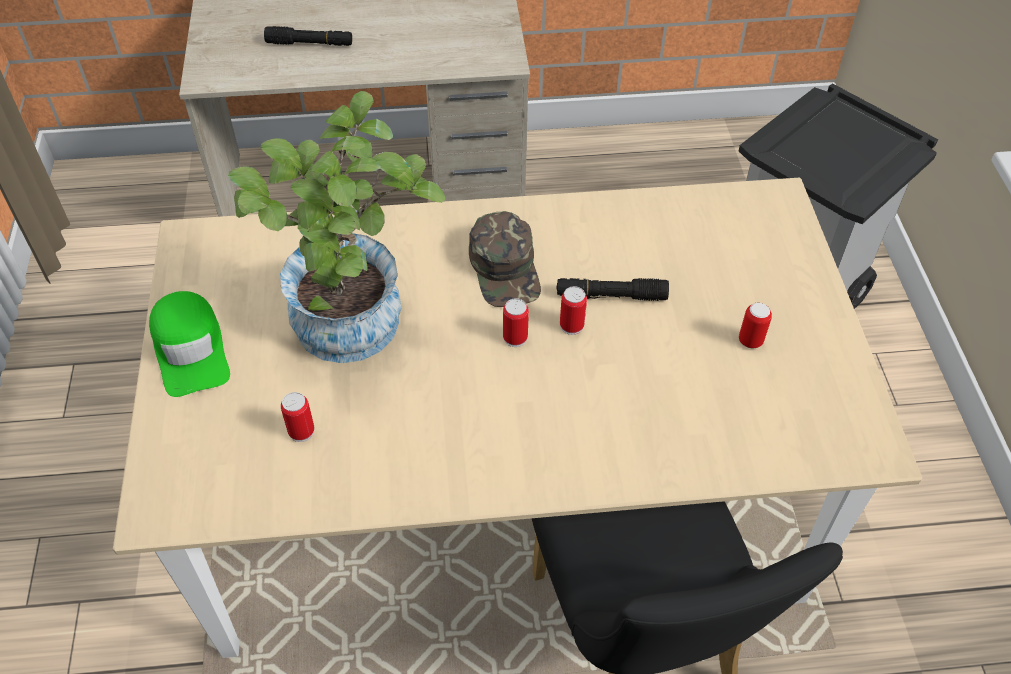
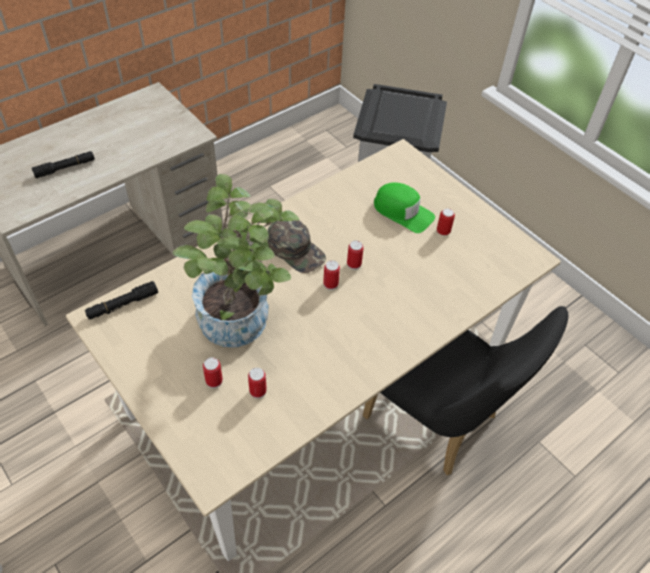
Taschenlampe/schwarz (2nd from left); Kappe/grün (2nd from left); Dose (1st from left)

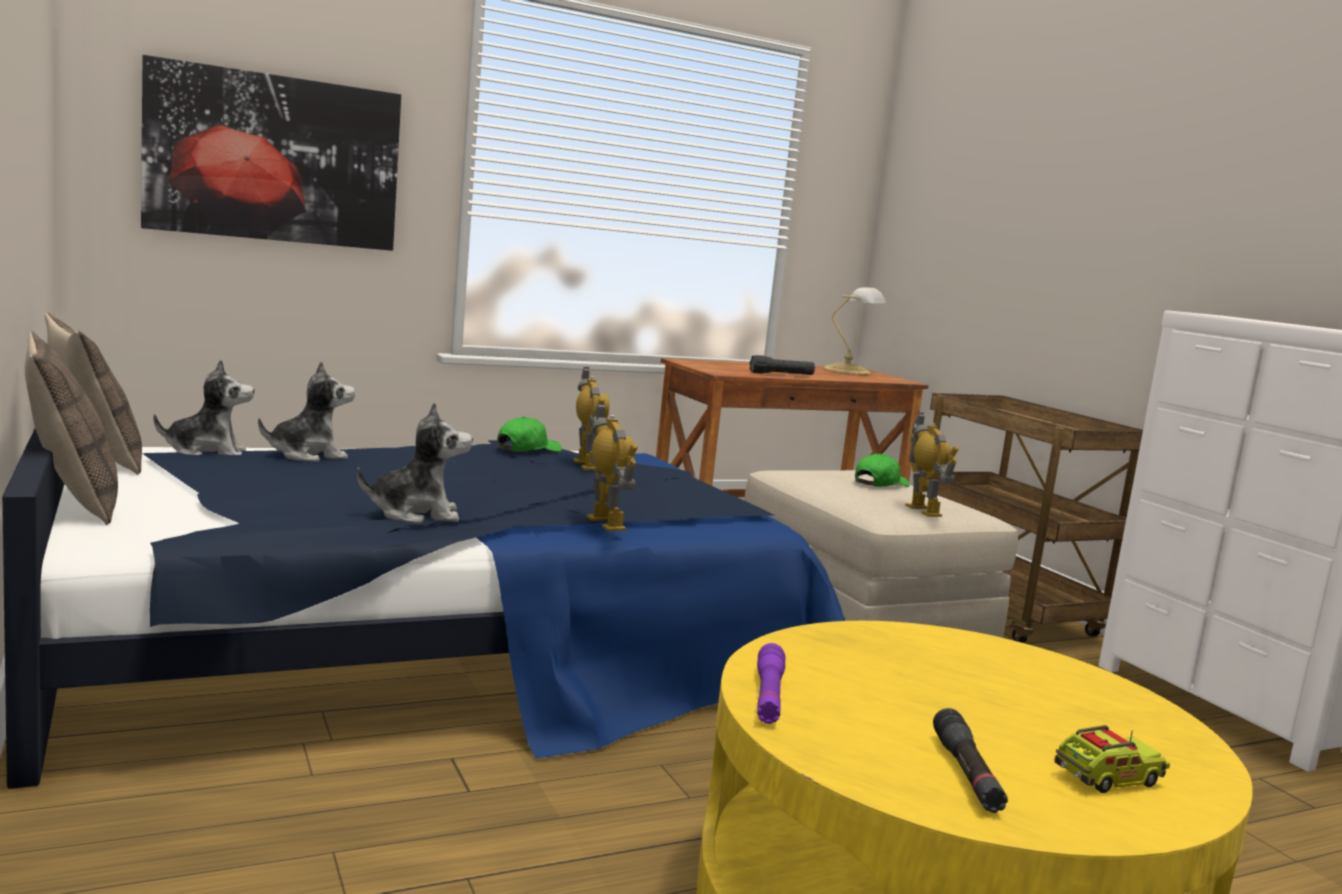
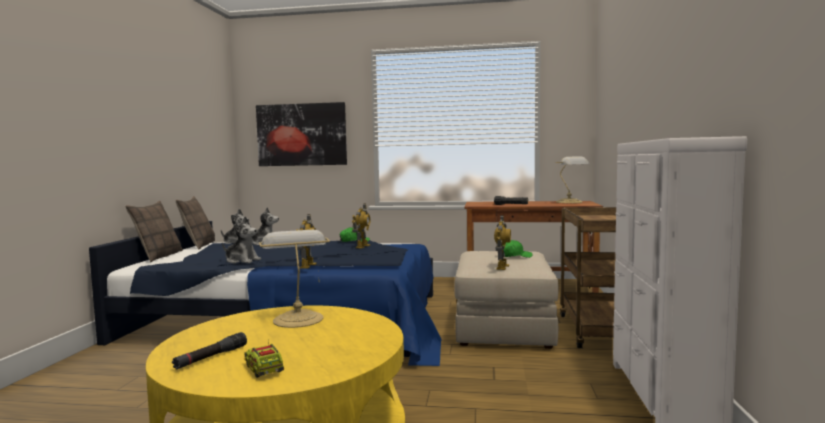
Taschenlampe/lila; Spielzeuglaster; Tischlampe (1st from left)

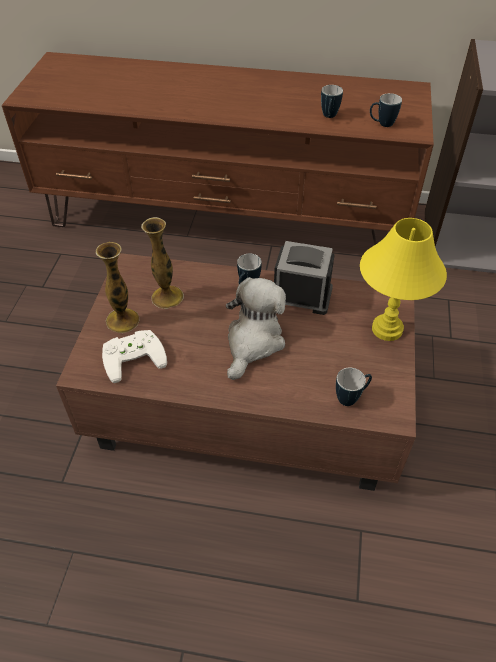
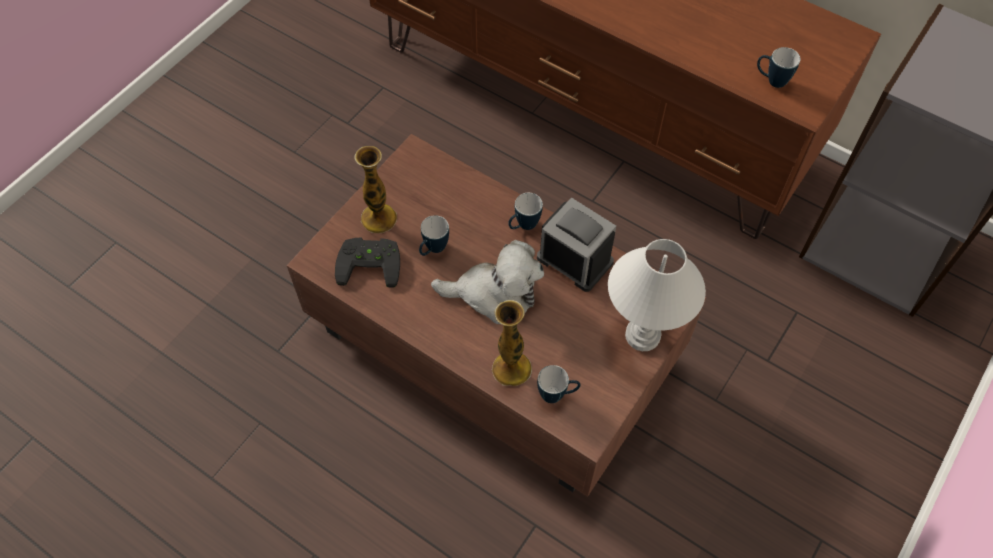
Henkelbecher (1st from left); Vase (2nd from left); Tischlampe/weiß; Plüschtier; Gamepad/schwarz

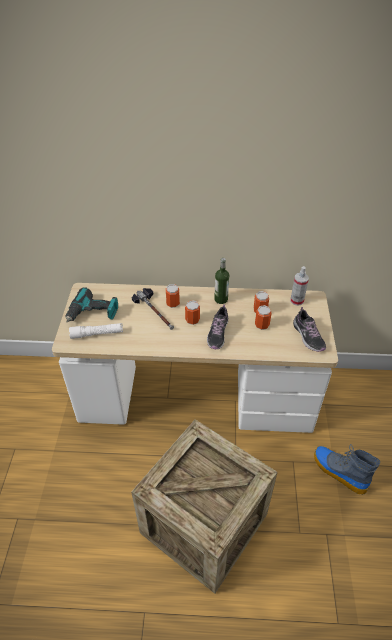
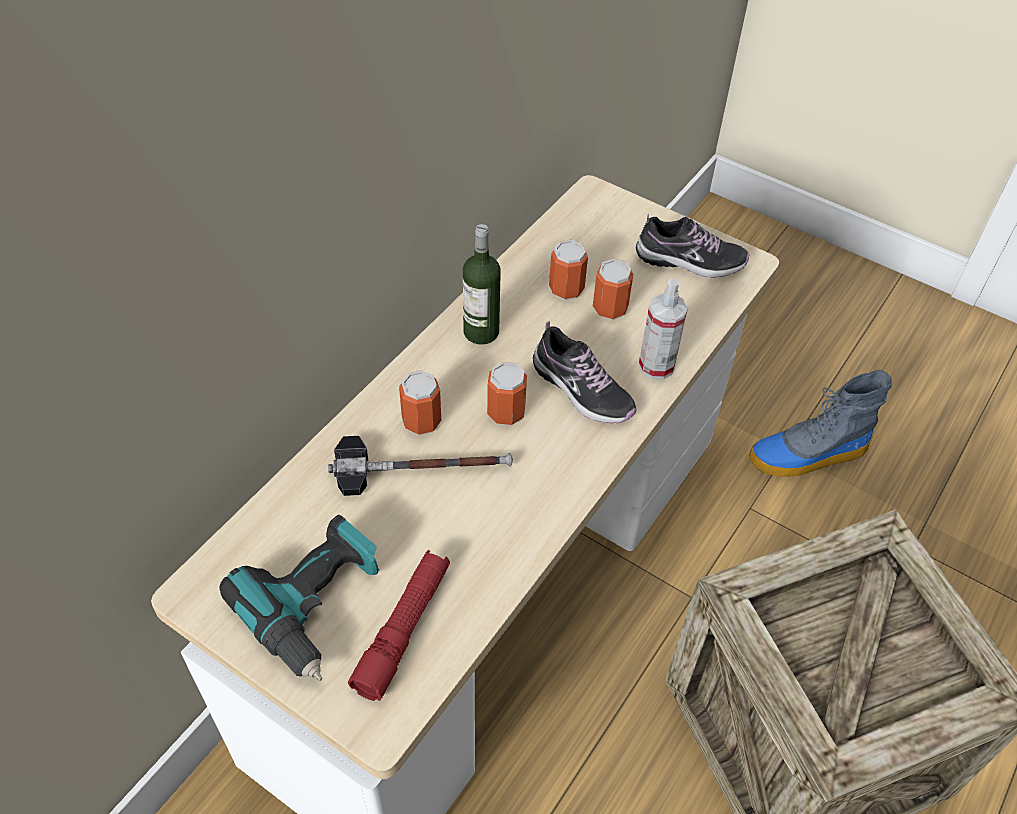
Sprühflasche; Taschenlampe/rot

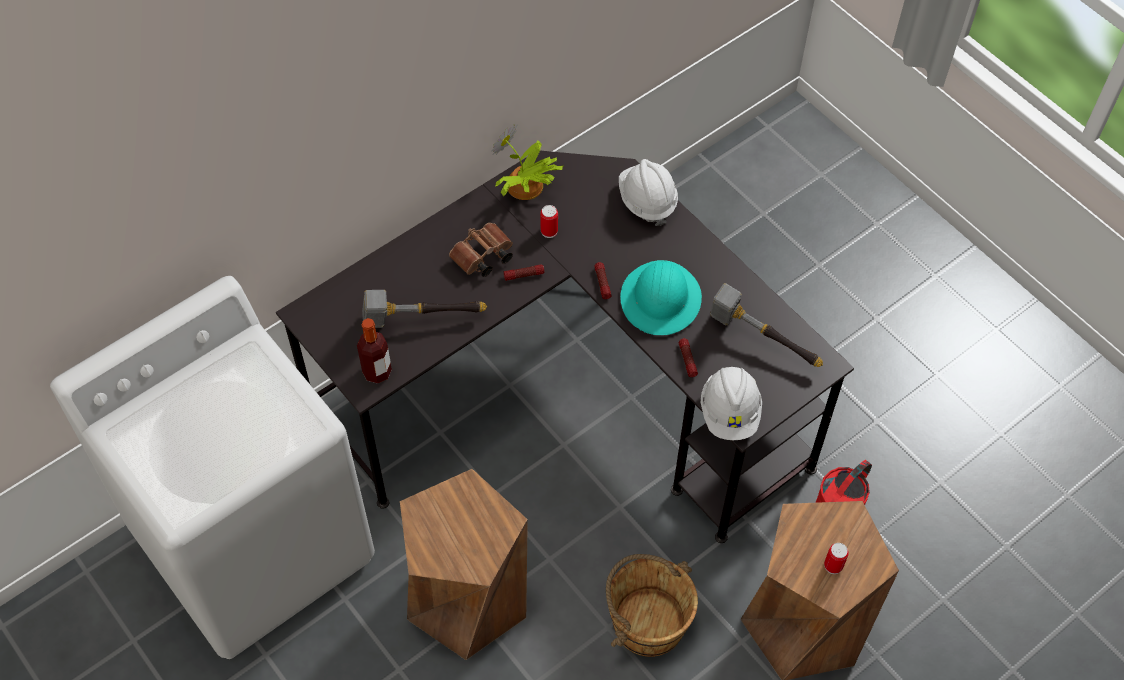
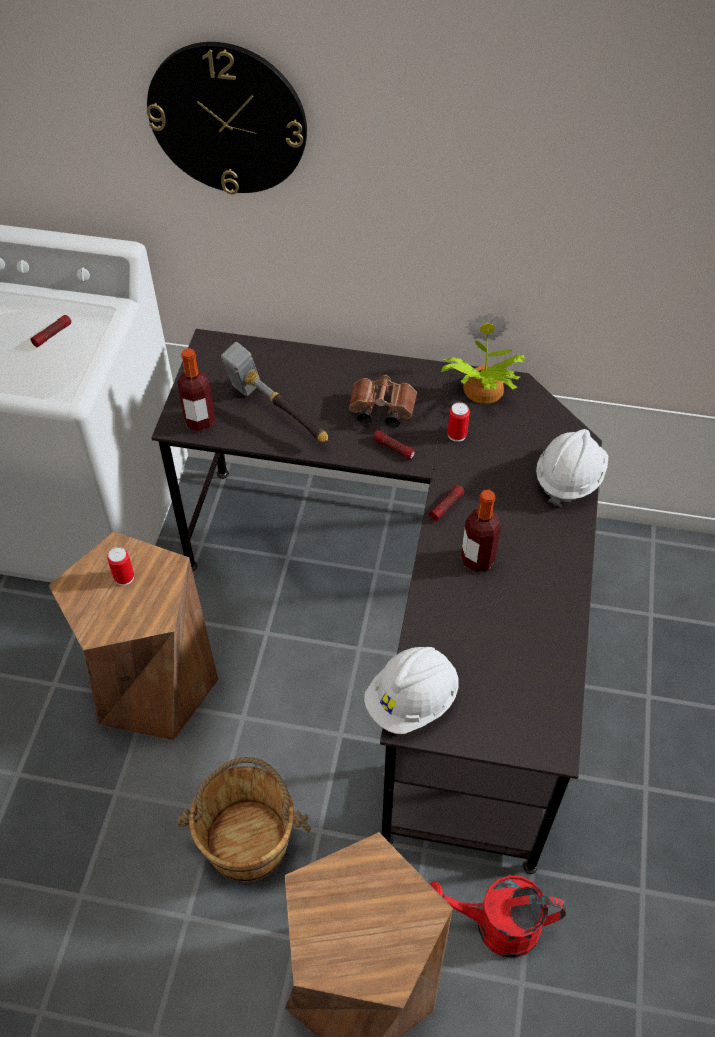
Flasche (2nd from left); Hammer (2nd from left in the first image); Taschenlampe (1st from left); Dose (1st from left); Wanduhr

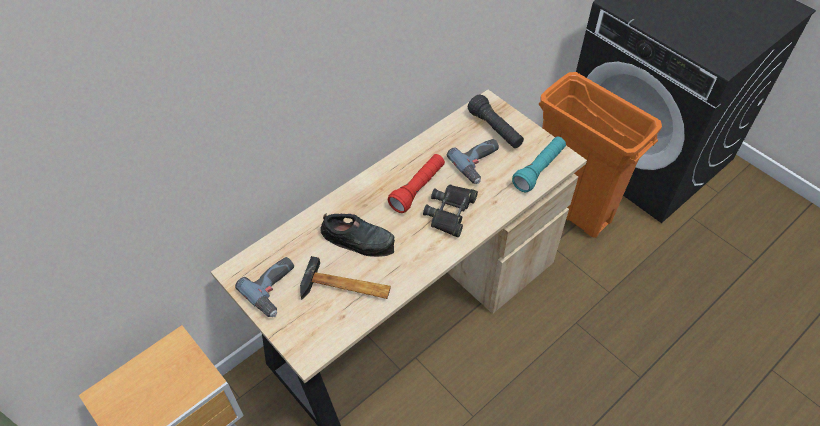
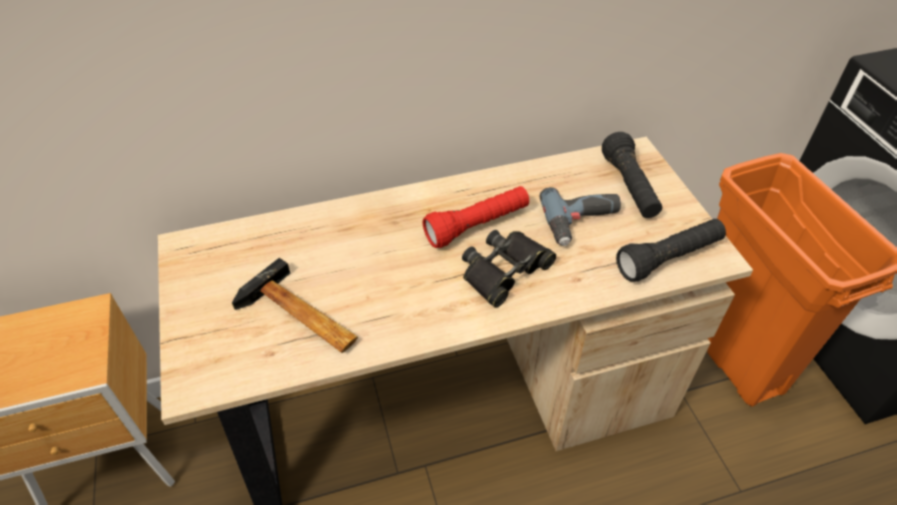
Taschenlampe/schwarz (2nd from left); Schuh/schwarz; Bohrmaschine (1st from left in the first image)

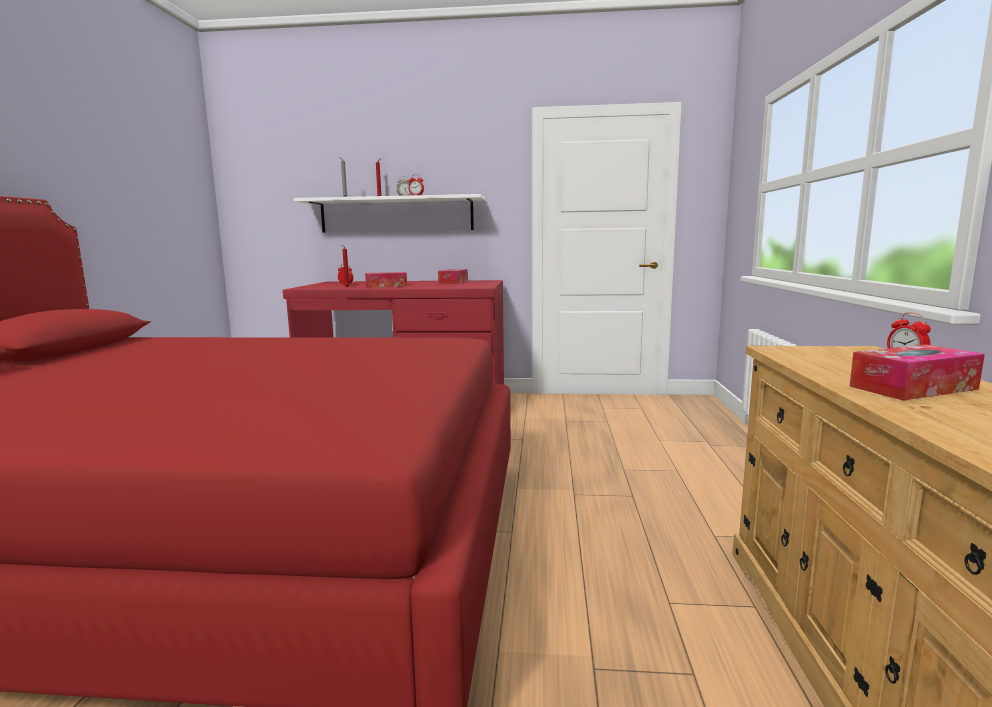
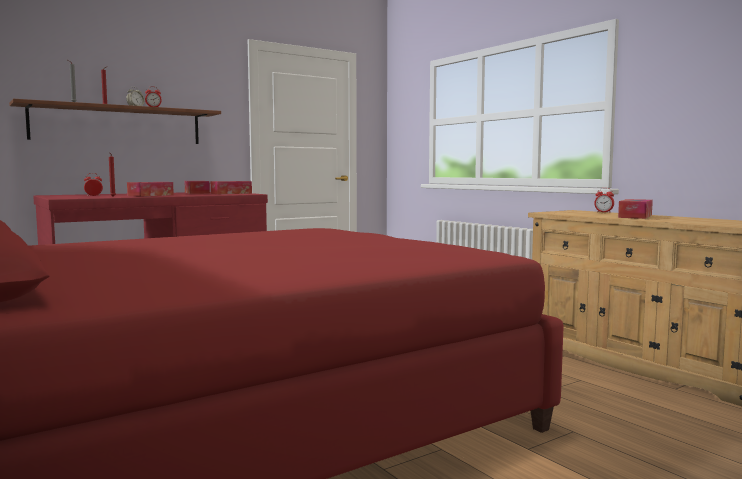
Wandregal/braun; Taschentuchbox (3rd from left)

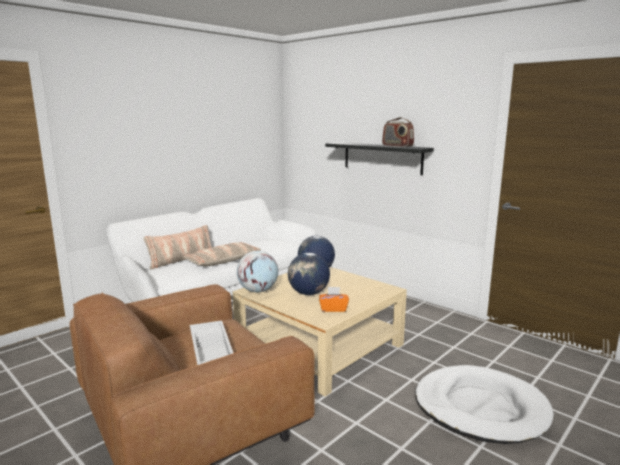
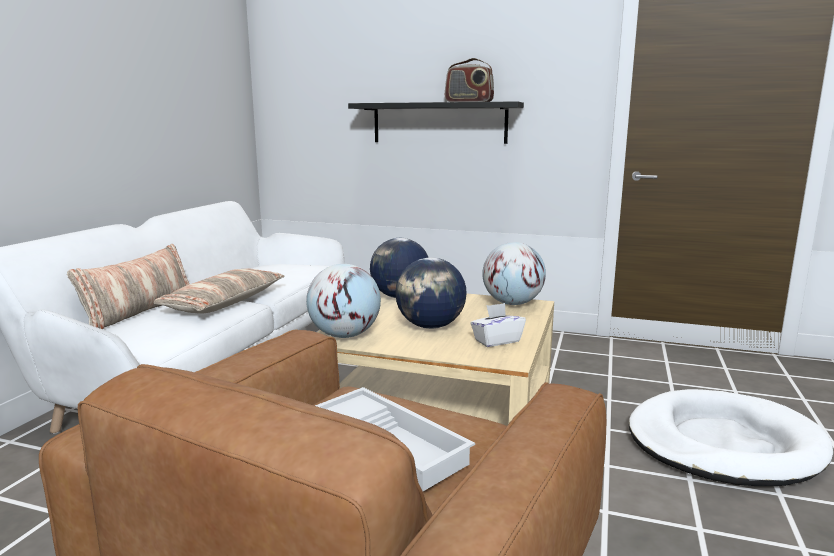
Taschentuchbox/weiß; Globus (4th from left)

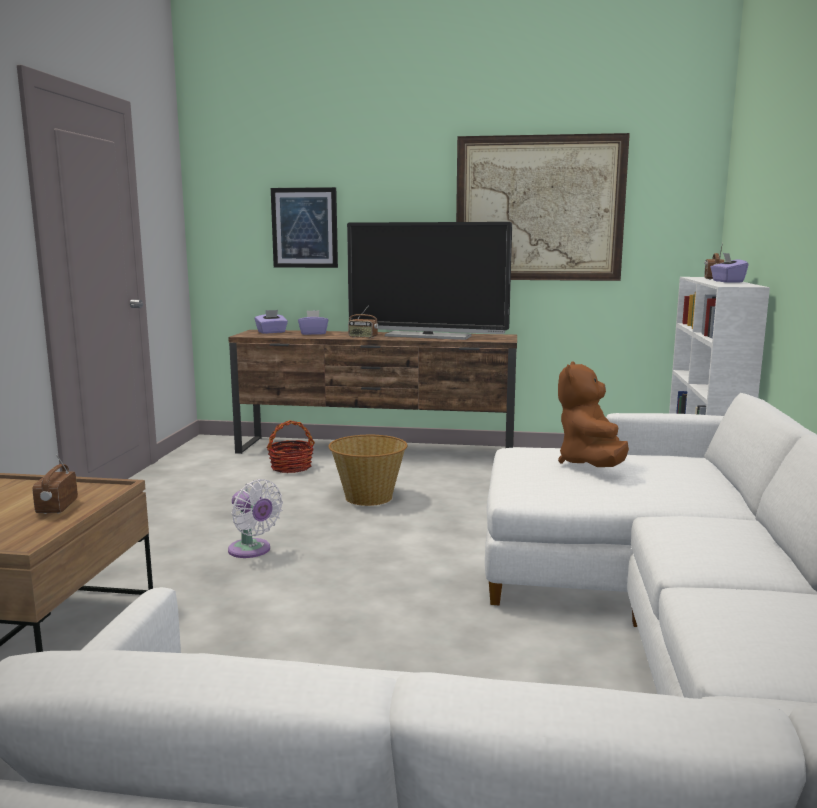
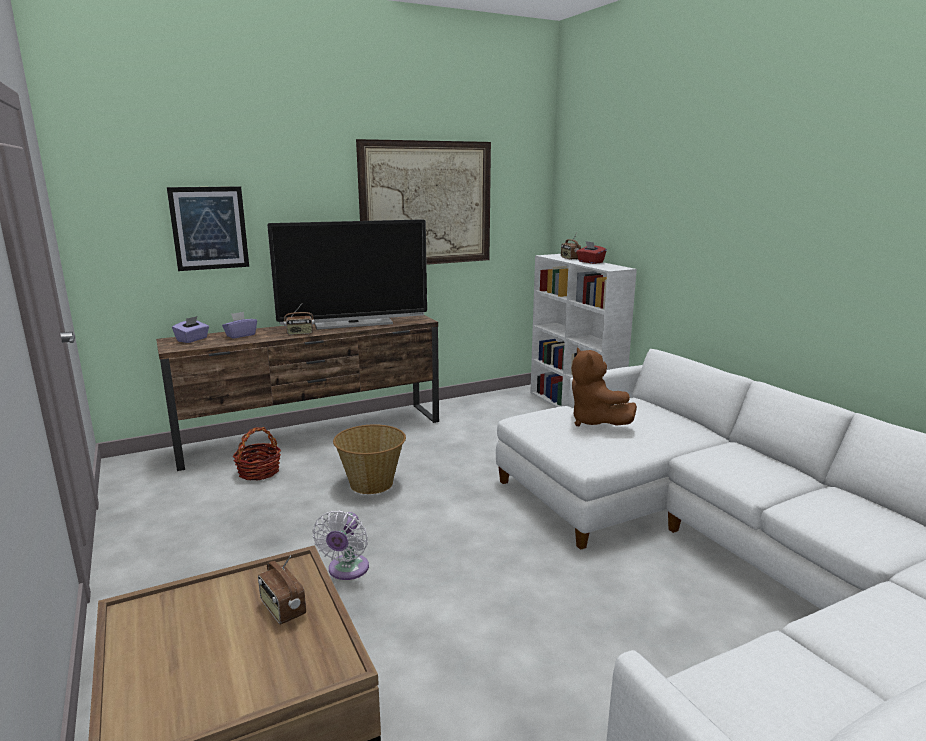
Taschentuchbox/rot; Ventilator/weiß

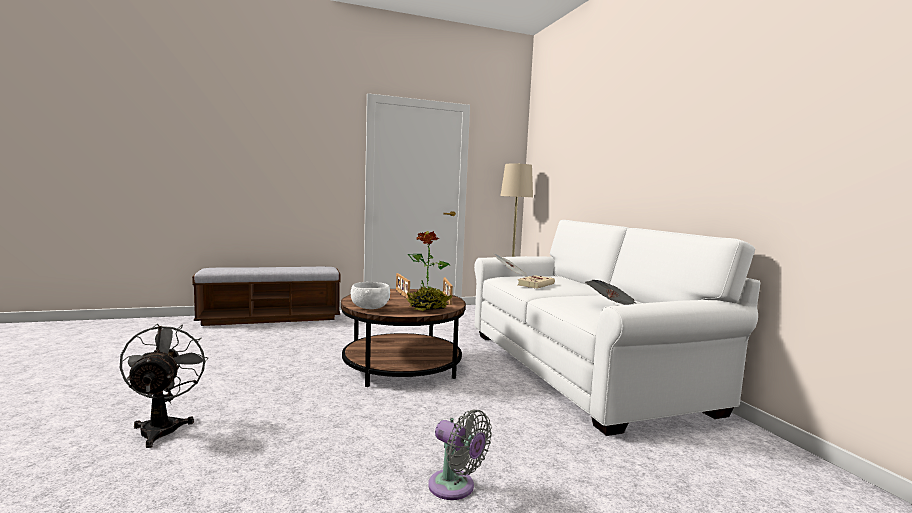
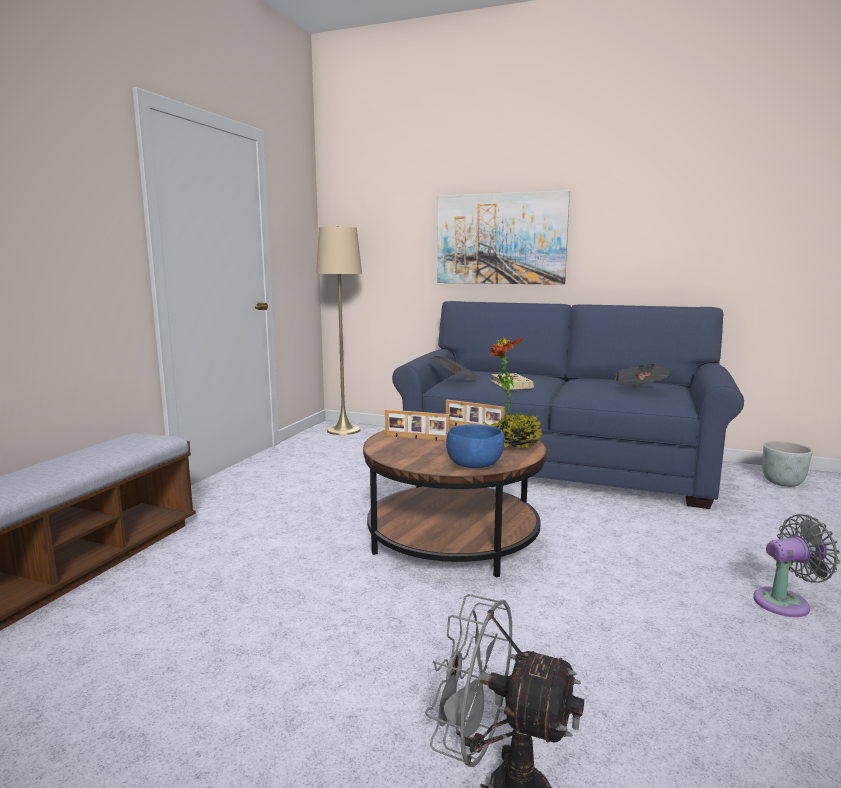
Sofa/blau; Schüssel/blau; Bild; Pflanzkübel/grau

